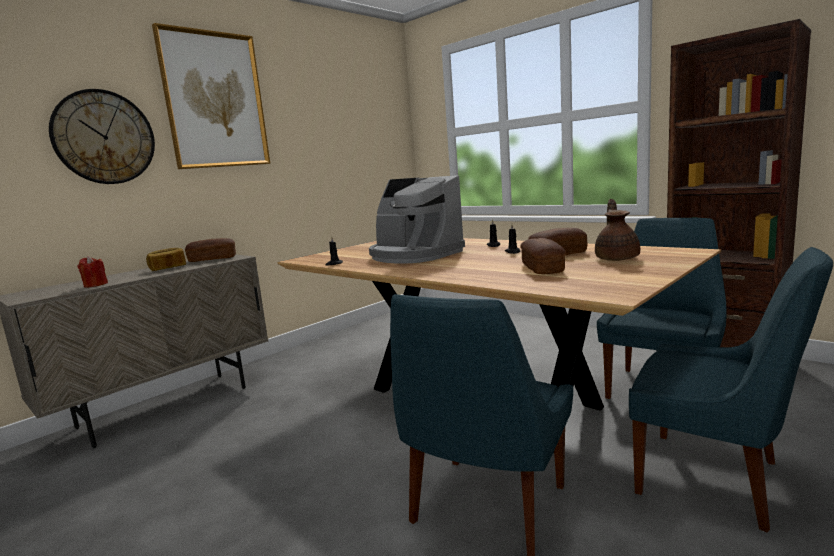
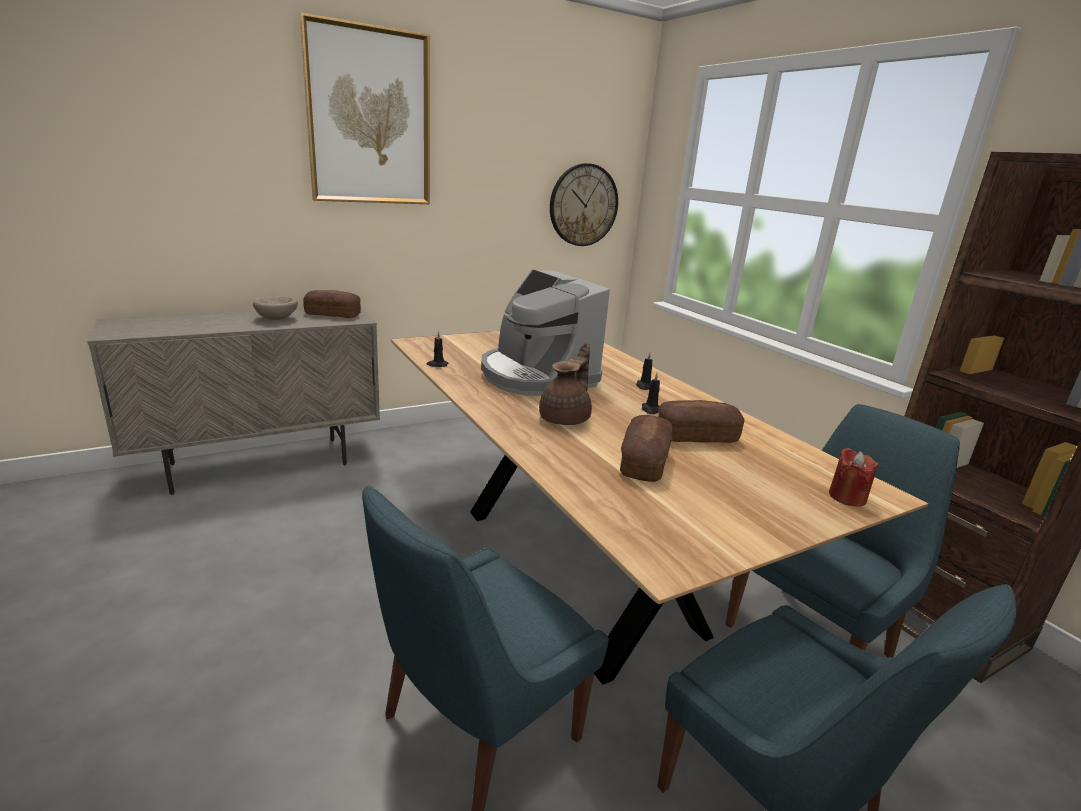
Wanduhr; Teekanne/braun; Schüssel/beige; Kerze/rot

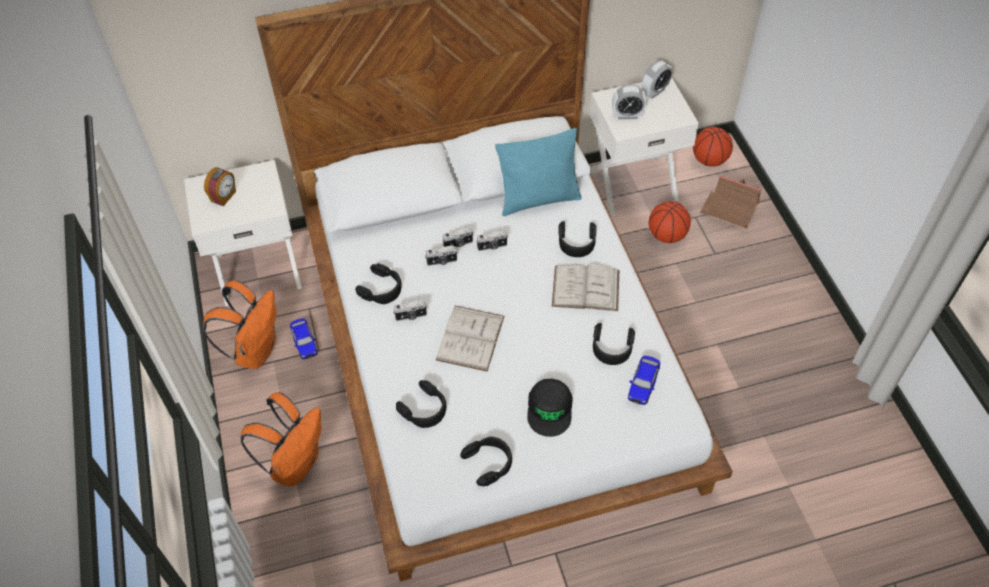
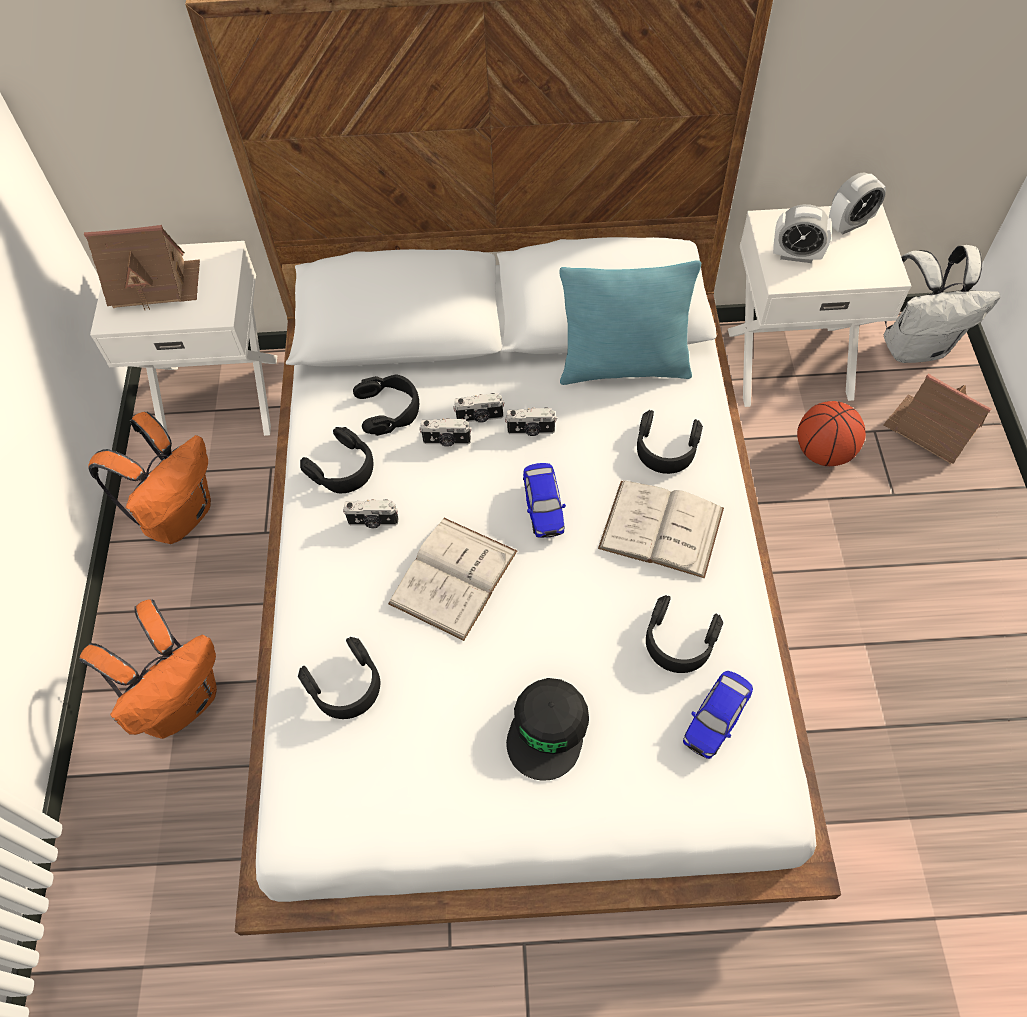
Rucksack/weiß; Spielzeughaus (1st from left); Spielzeugauto (1st from left); Kopfhörer/schwarz (3rd from left)

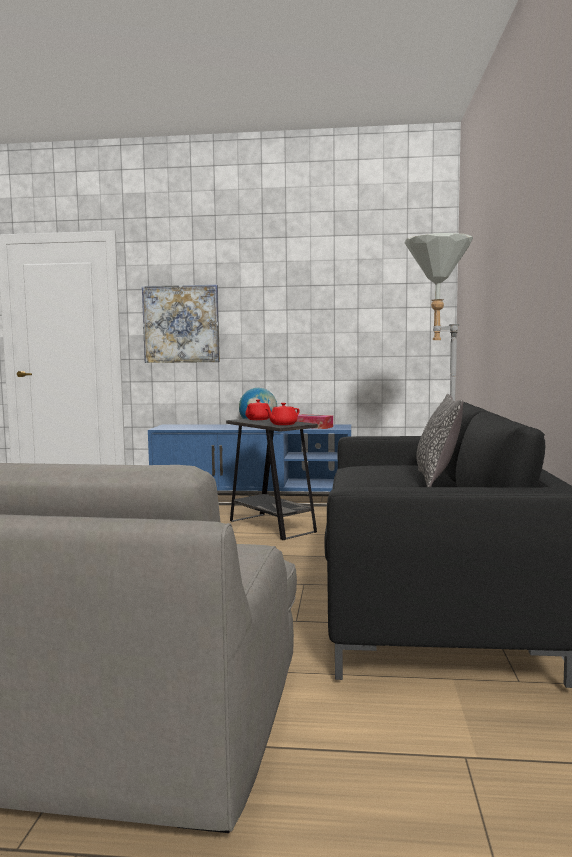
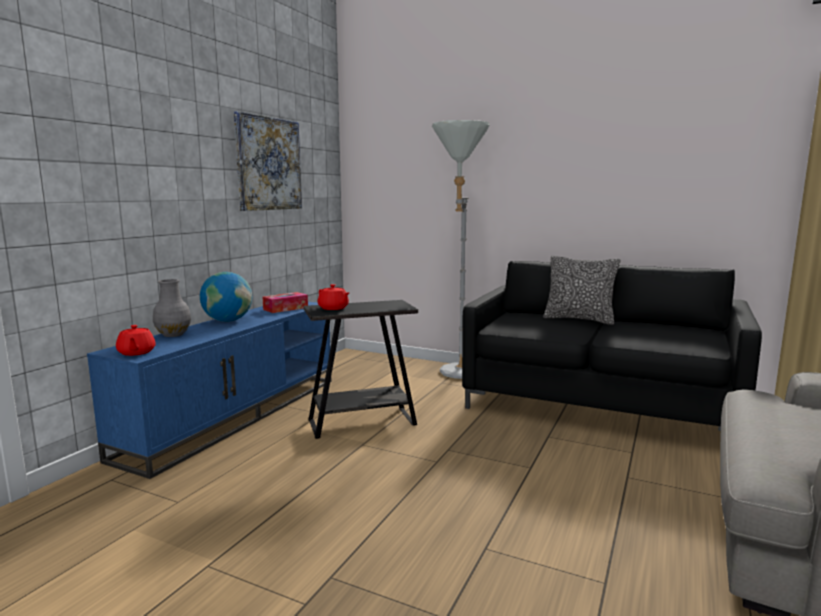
Bild; Teekanne/rot (1st from left); Vase/grau

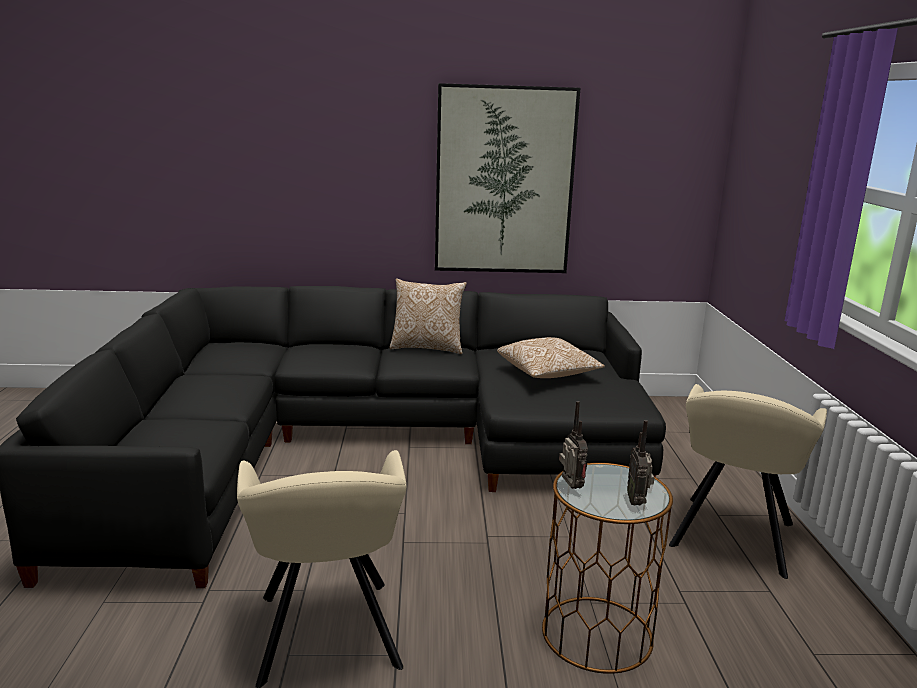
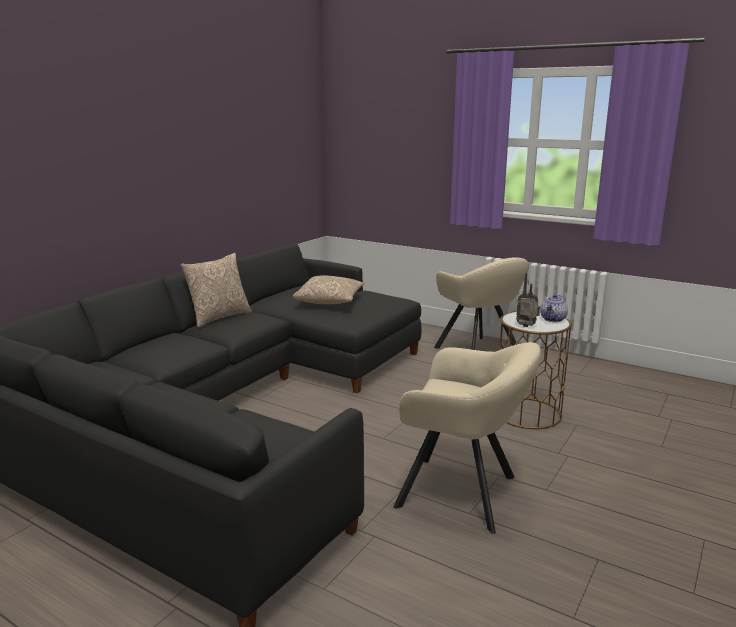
Bild; Teekanne

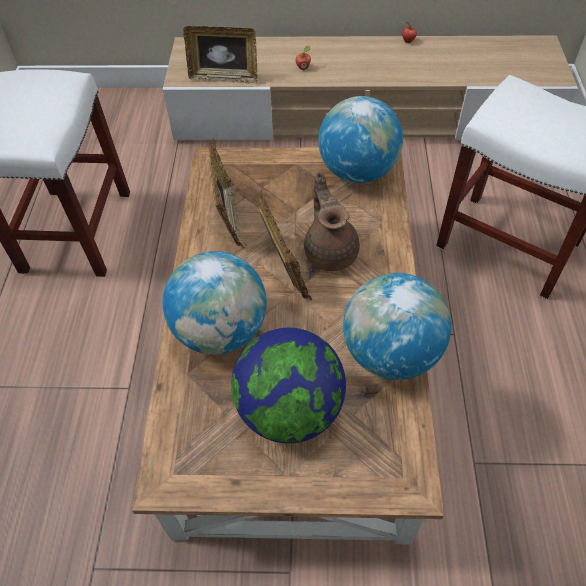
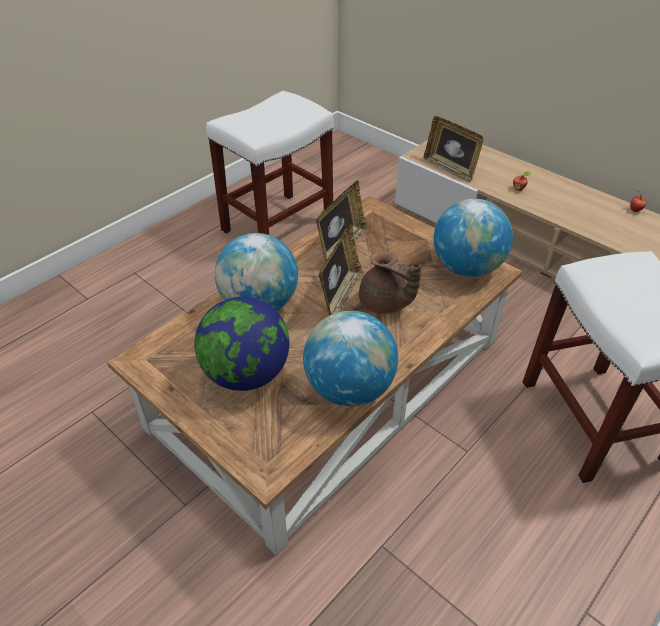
Teekanne/braun

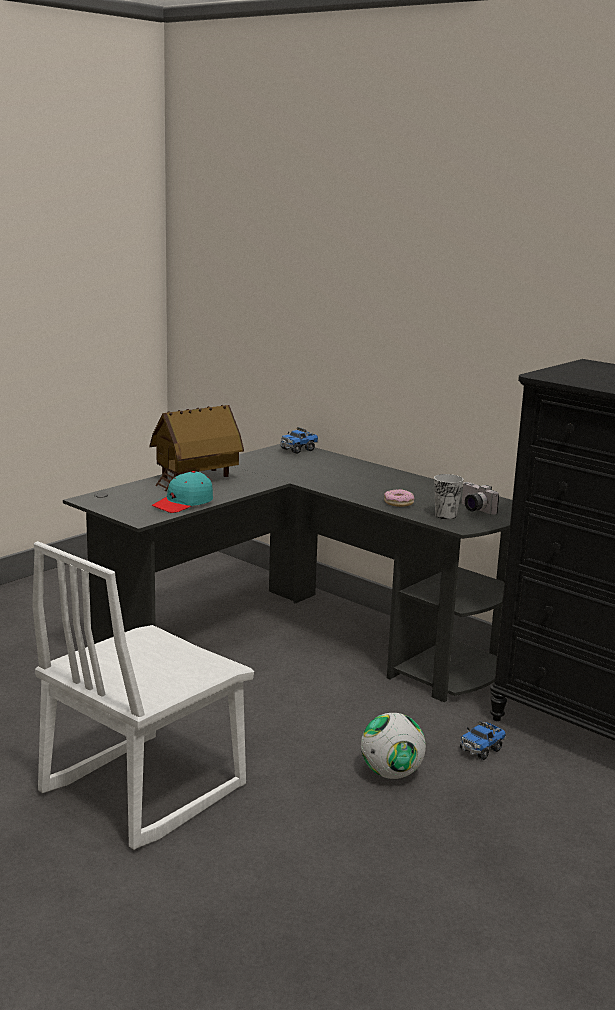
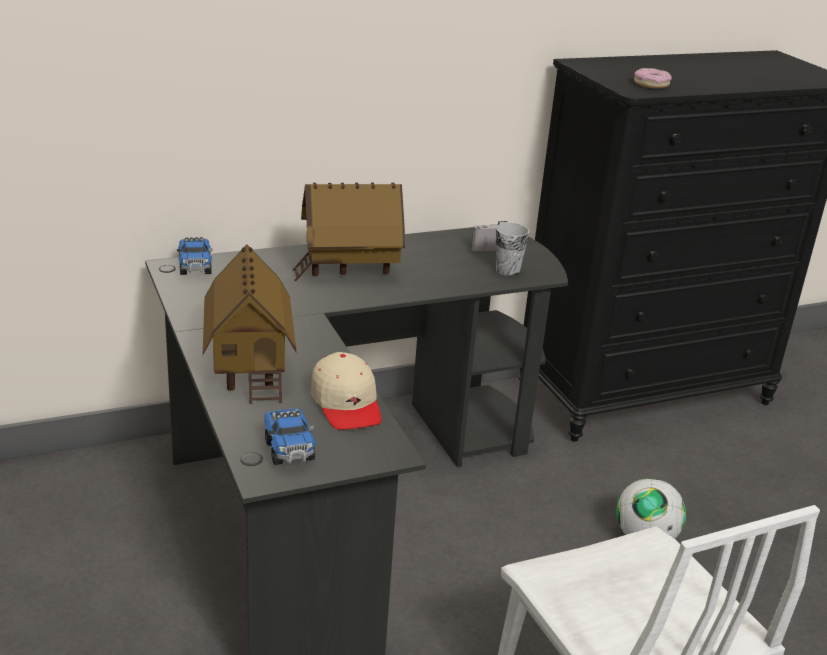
Kappe/beige; Donut; Spielzeuglaster (2nd from left); Spielzeughaus (2nd from left)

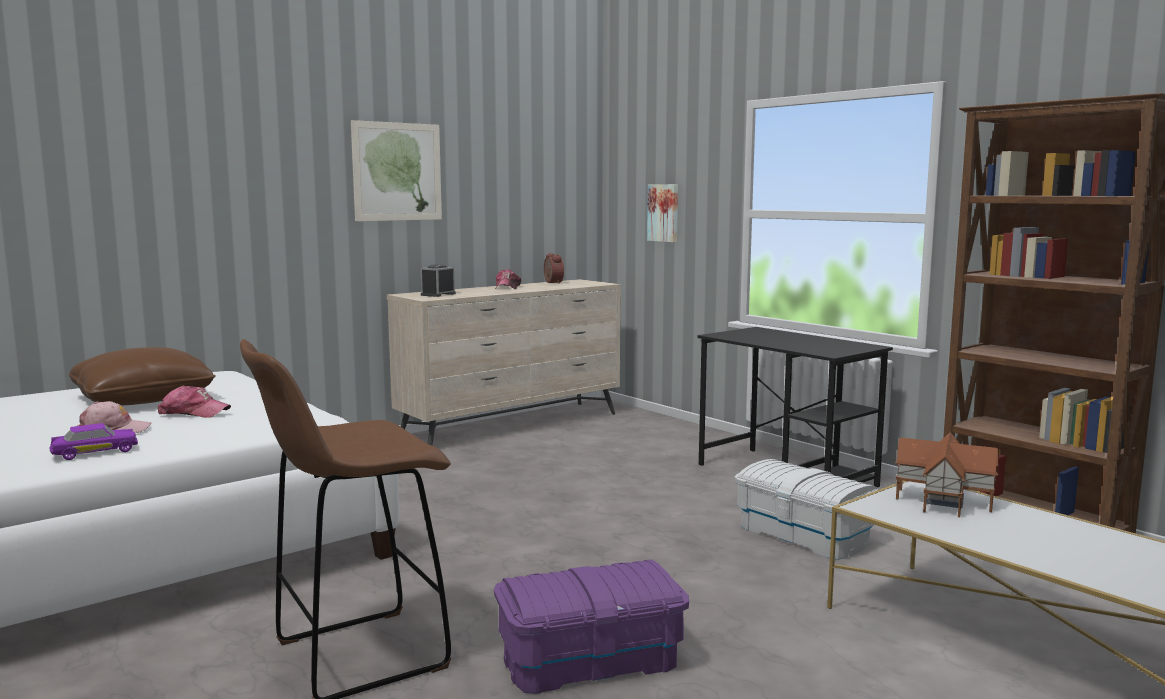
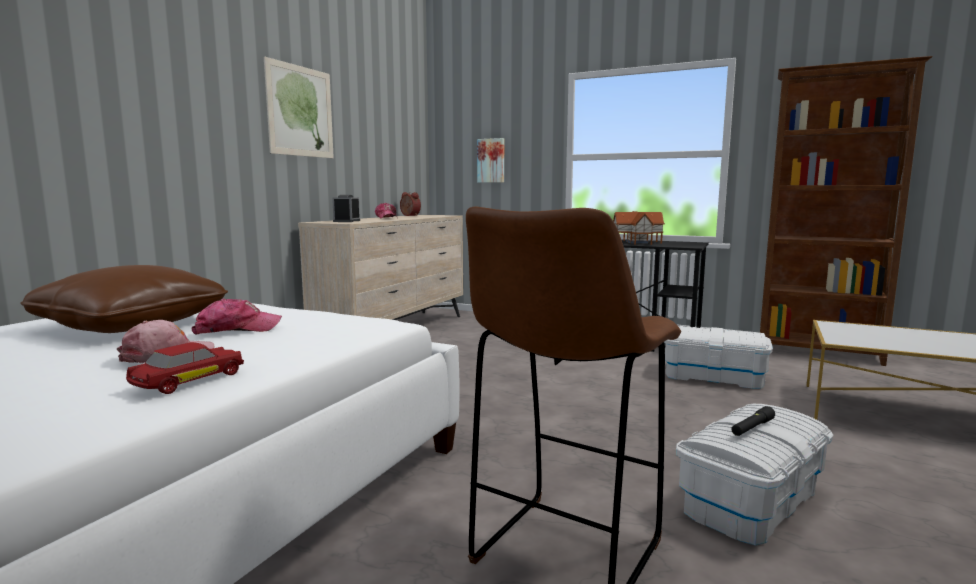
Spielzeugauto/rot; Spielzeughaus; Aufbewahrungsbox/weiß (2nd from left); Taschenlampe/schwarz

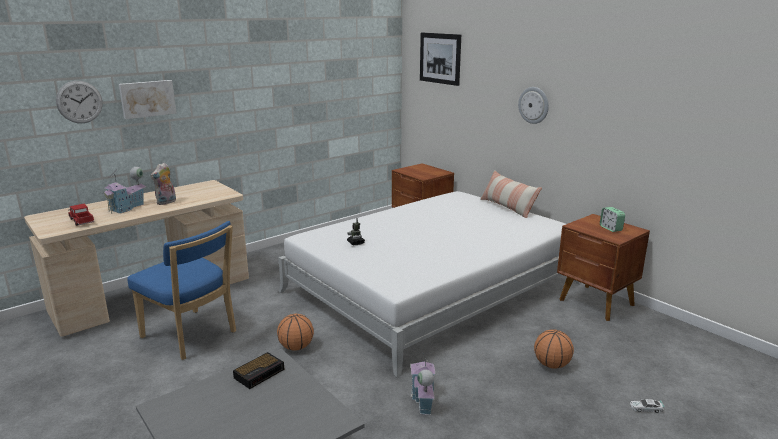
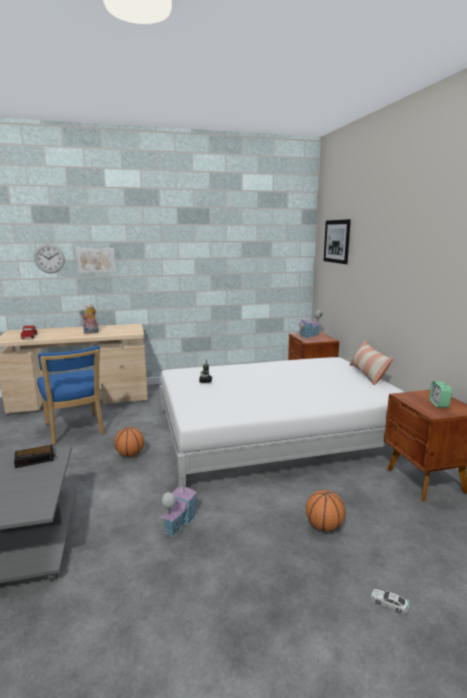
Wanduhr (2nd from left in the first image); Spielzeughaus (2nd from left)

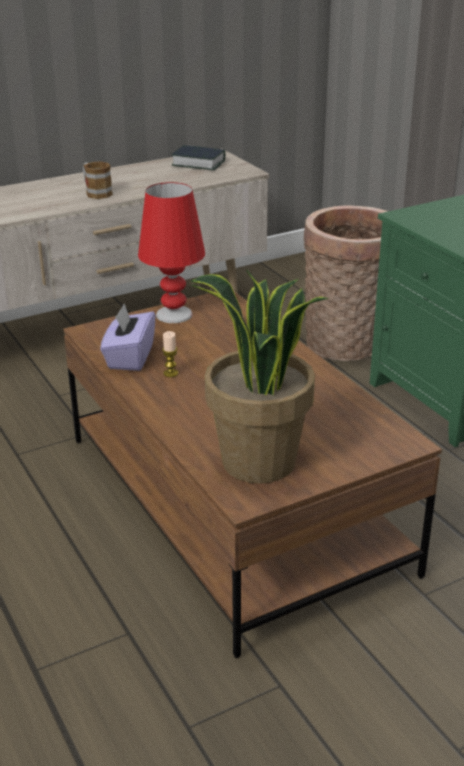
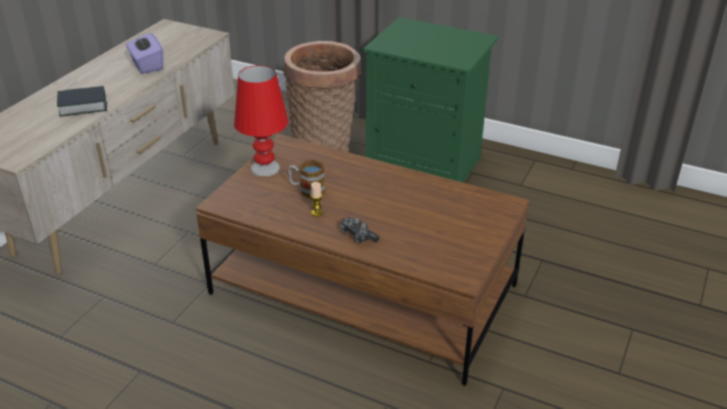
Buch; Henkelbecher; Topfpflanze; Taschentuchbox/lila; Gamepad

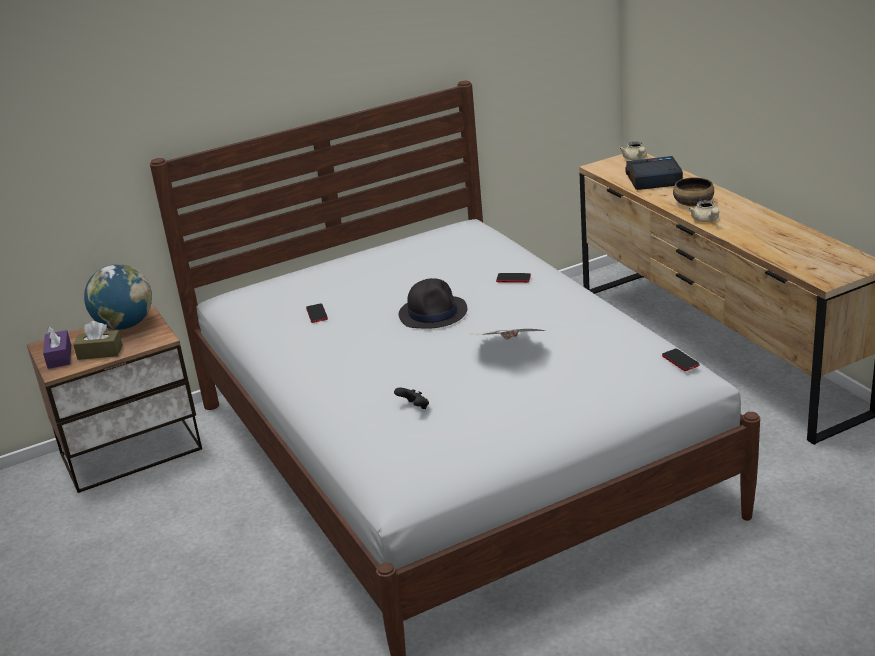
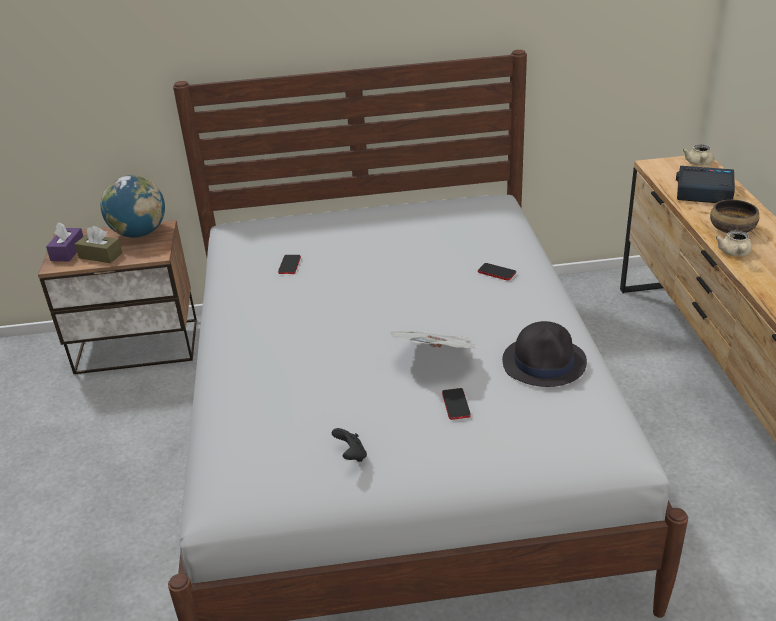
Hut/schwarz; Handy (2nd from left); Gamepad/schwarz

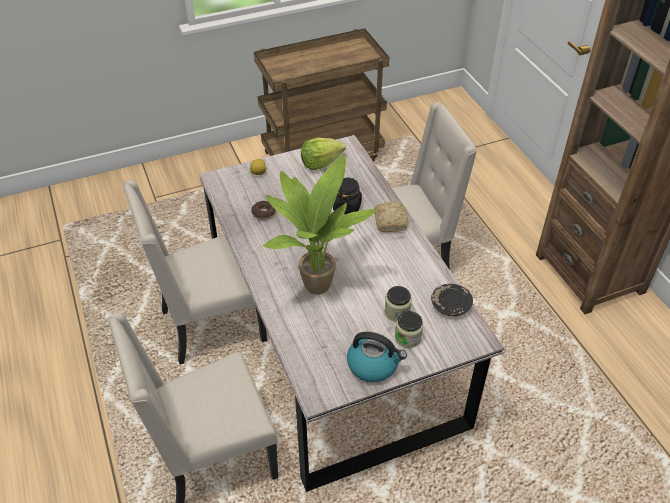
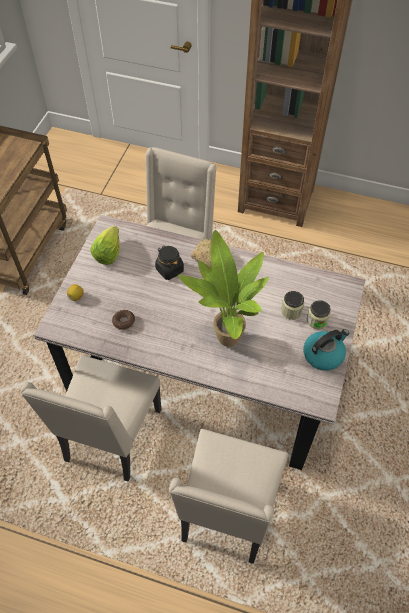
Teller/schwarz

